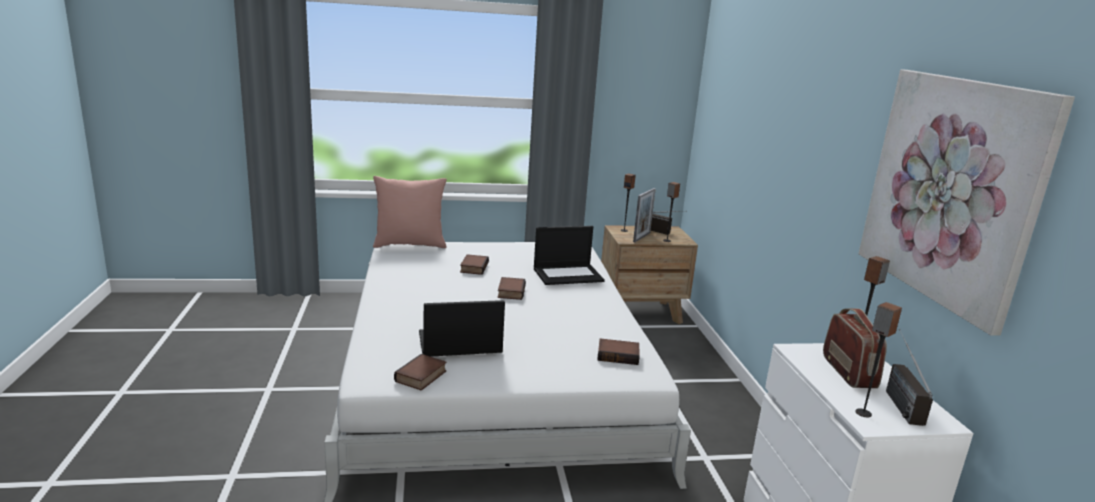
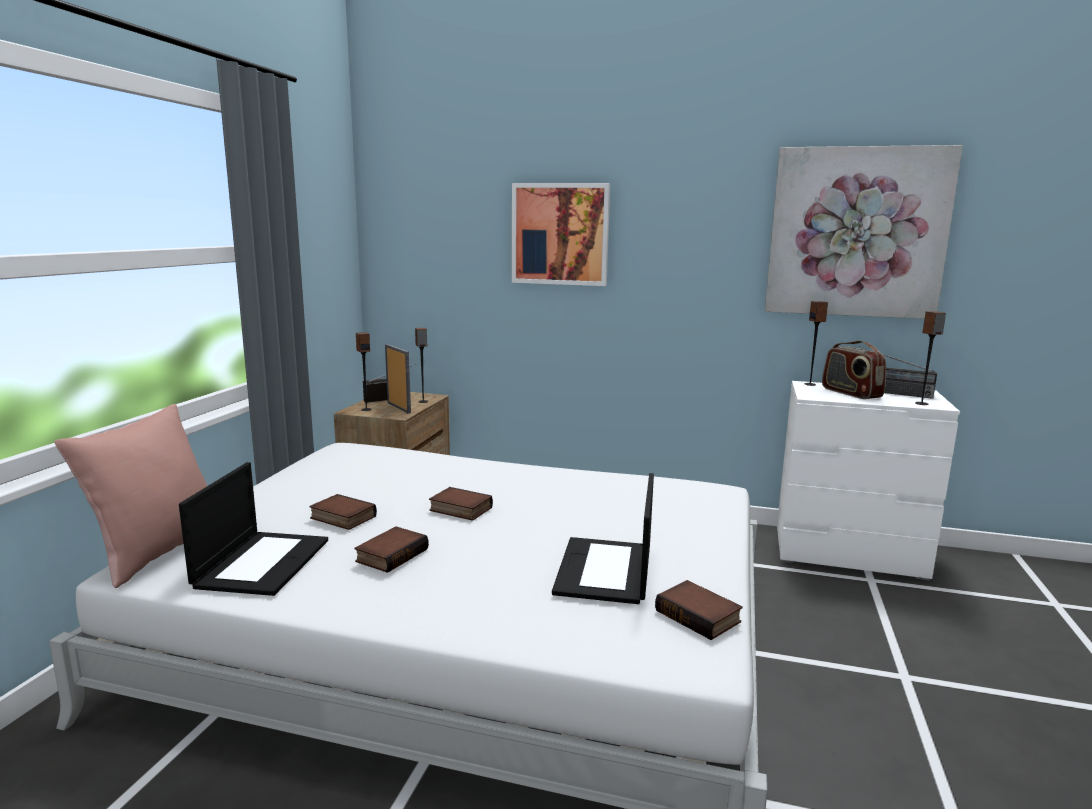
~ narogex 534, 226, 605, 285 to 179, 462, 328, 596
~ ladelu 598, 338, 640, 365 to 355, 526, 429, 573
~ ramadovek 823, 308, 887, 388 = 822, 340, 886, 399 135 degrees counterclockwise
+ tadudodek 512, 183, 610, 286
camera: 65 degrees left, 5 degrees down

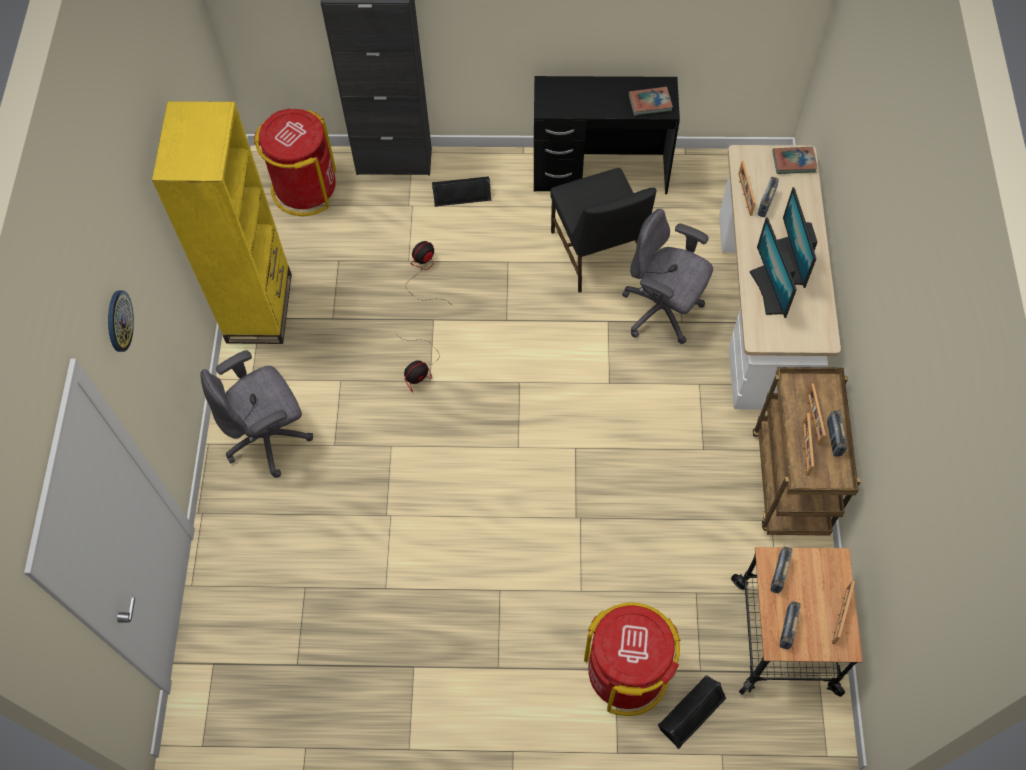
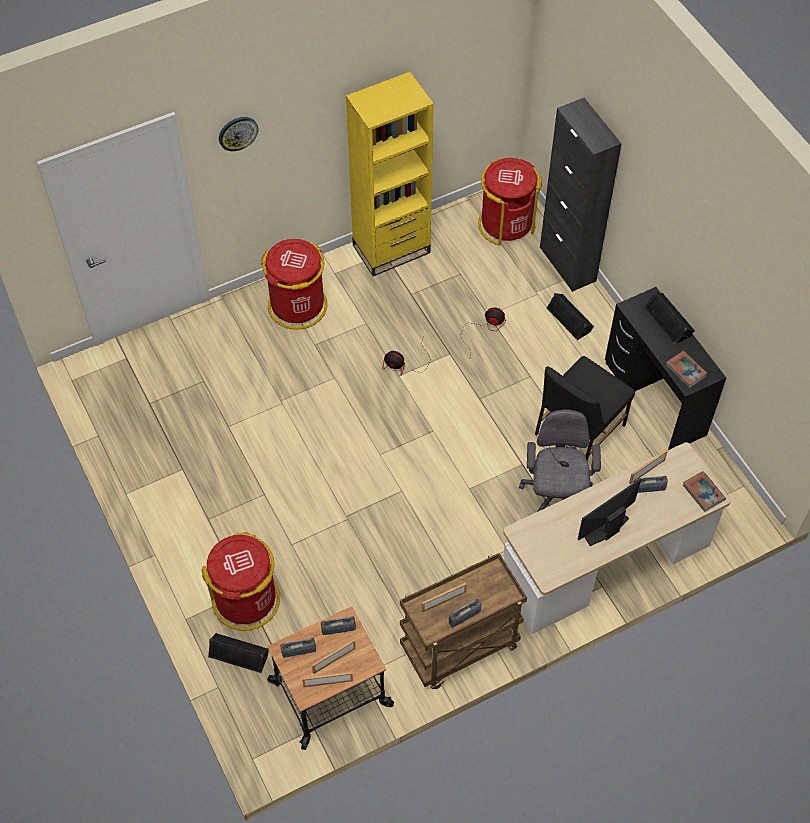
~ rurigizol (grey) 200, 350, 313, 478 to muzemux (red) 261, 239, 328, 330
- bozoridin 750, 217, 797, 318
~ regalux 807, 383, 826, 445 to 312, 639, 356, 674
+ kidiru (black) 644, 291, 695, 345
camera: 60 degrees right, 5 degrees down

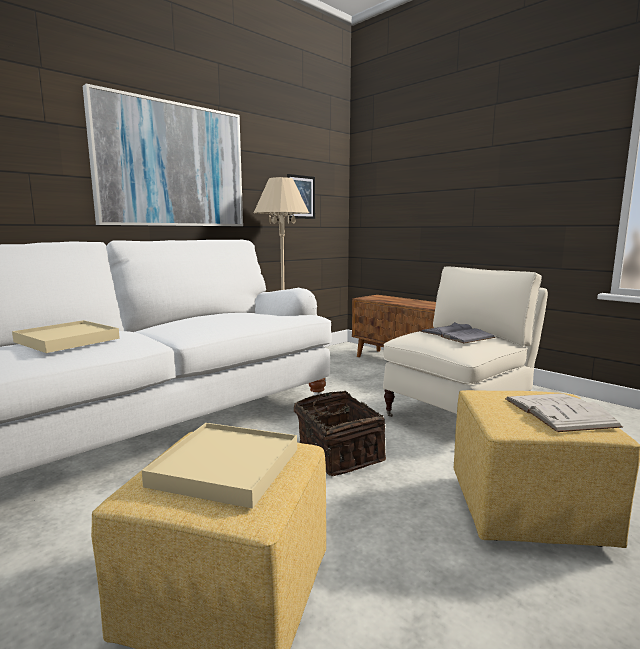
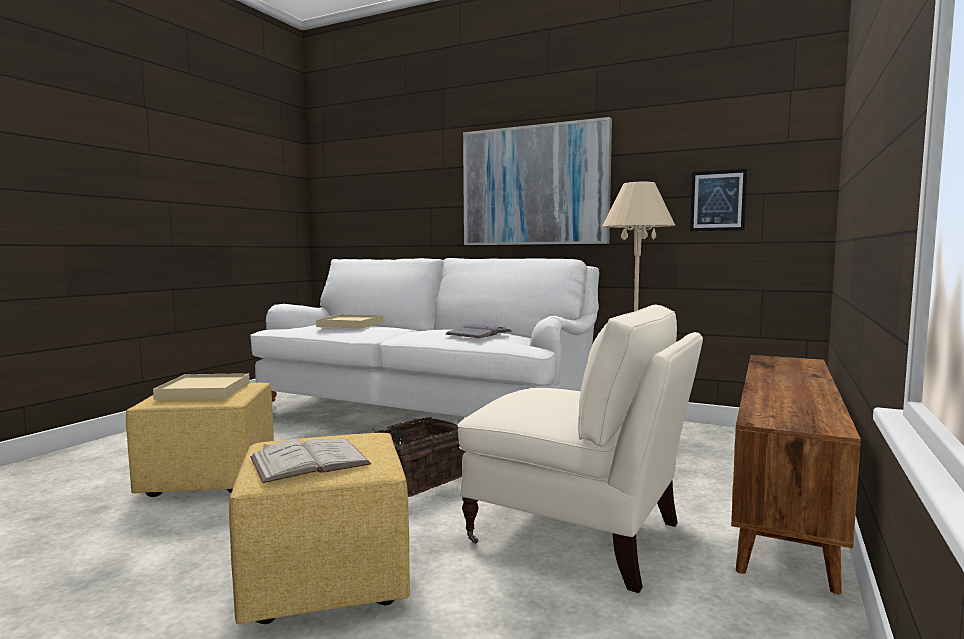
~ ladelu (grey) 420, 322, 496, 343 to 445, 324, 512, 338
camera: 70 degrees right, 5 degrees down

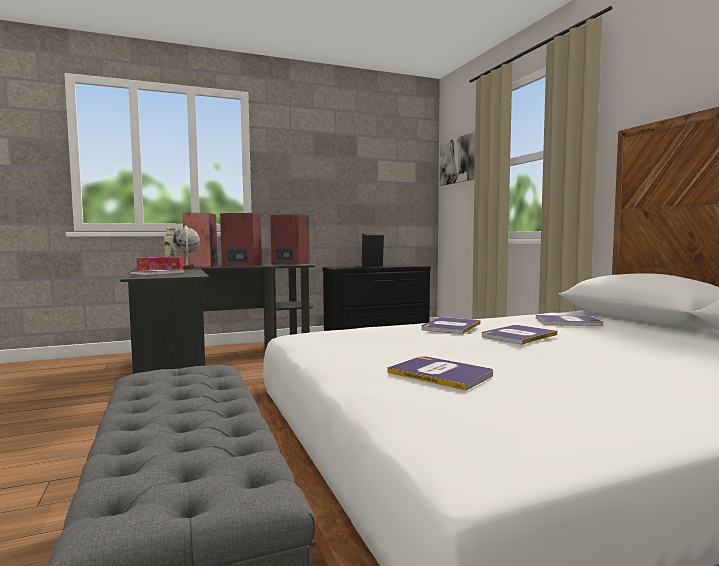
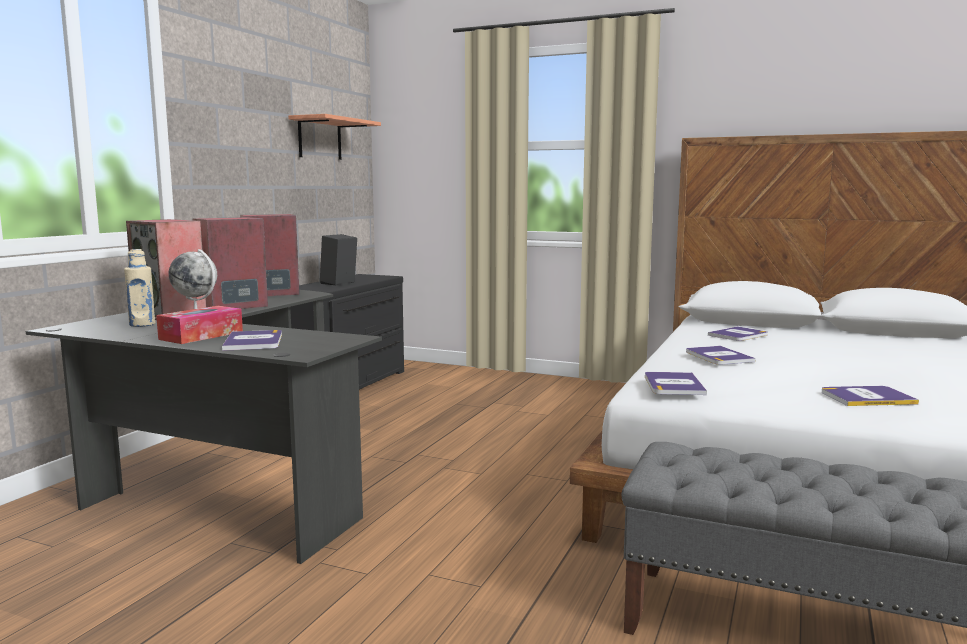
- tadudodek 440, 132, 475, 186
~ ladelu 482, 325, 557, 345 to 645, 372, 707, 395
+ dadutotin 288, 114, 381, 160
camera: 45 degrees left, 5 degrees up

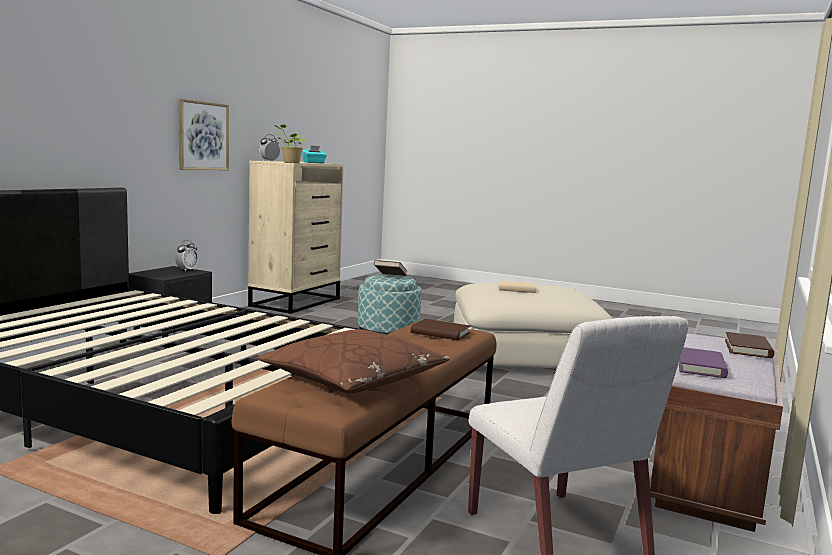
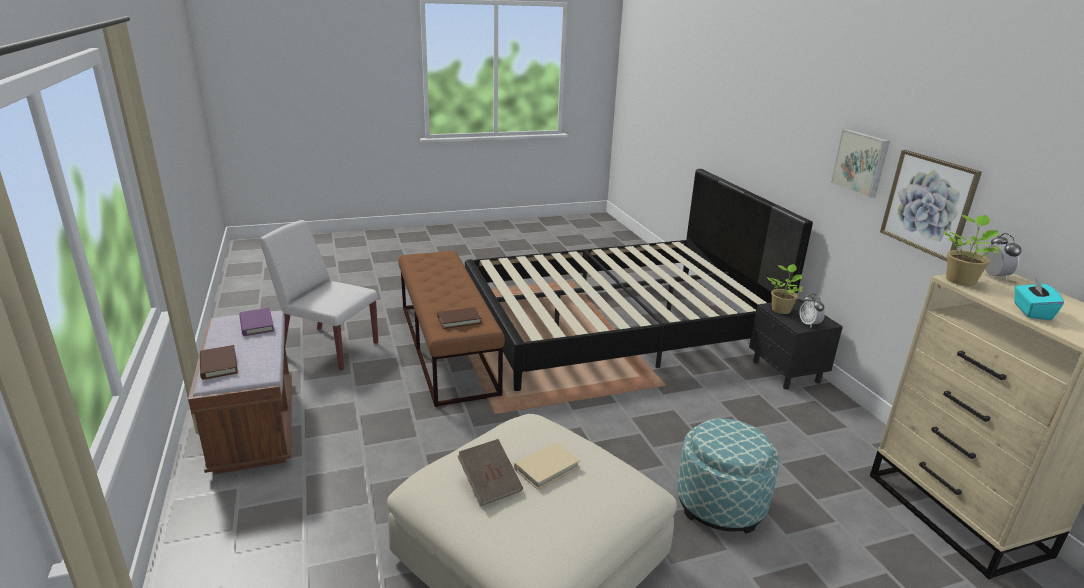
- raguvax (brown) 257, 329, 450, 393
~ ladelu (brown) 374, 260, 407, 276 to 458, 439, 523, 506
+ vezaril 767, 264, 803, 314
+ tadudodek 831, 129, 890, 198
camera: 135 degrees right, 15 degrees up

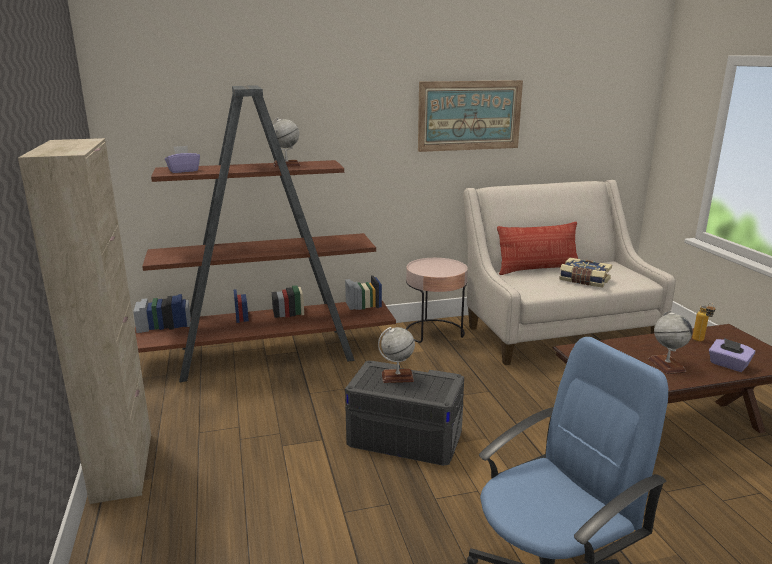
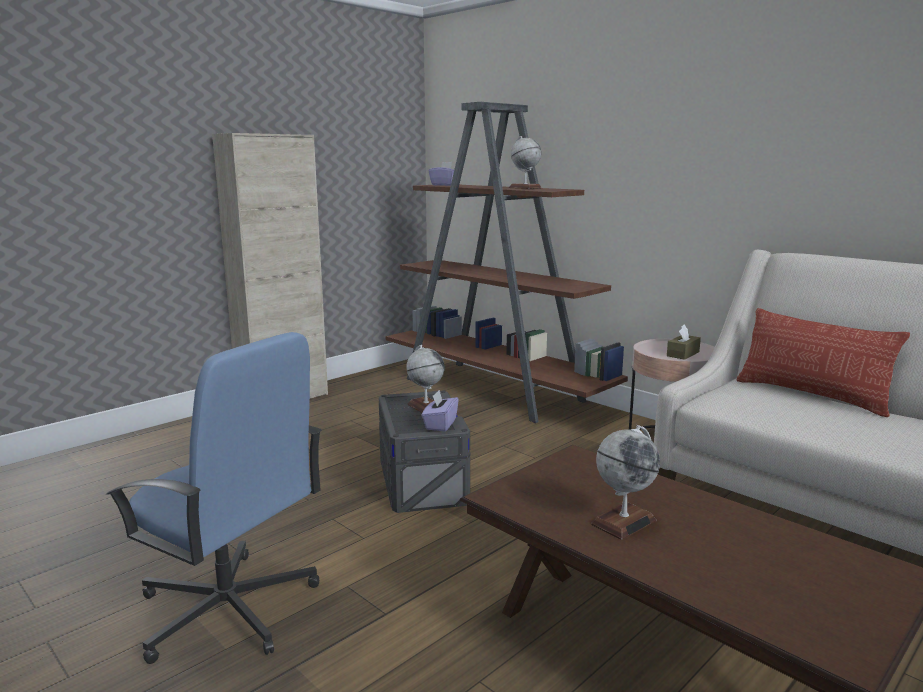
- tadudodek 418, 80, 523, 152
- ladelu 559, 258, 612, 288
- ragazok 692, 303, 715, 342
~ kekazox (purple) 709, 338, 755, 372 to 422, 390, 459, 431
+ kekazox (brown) 667, 324, 701, 360
camera: 60 degrees right, 5 degrees down

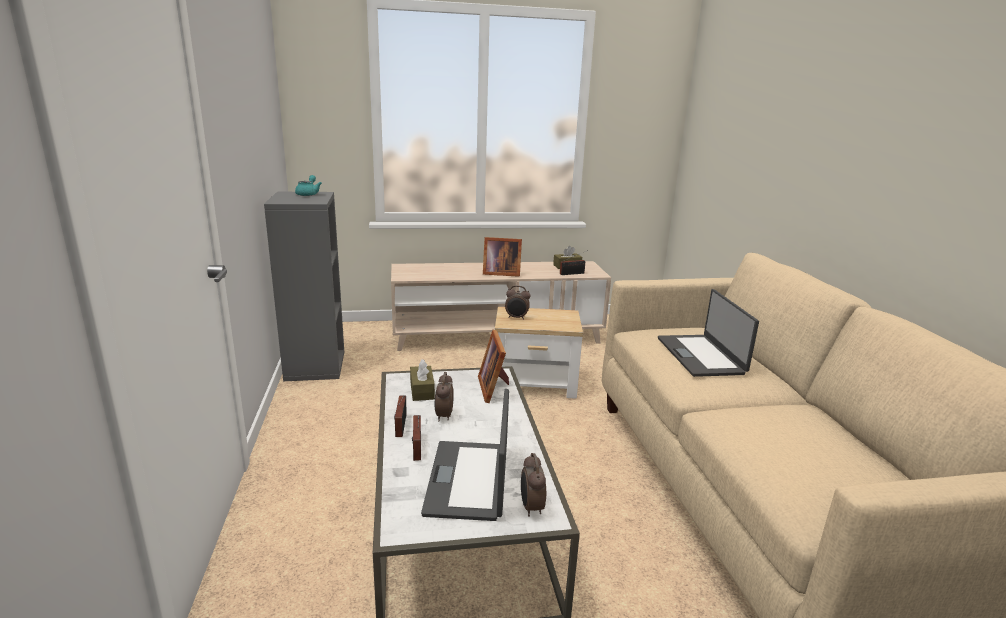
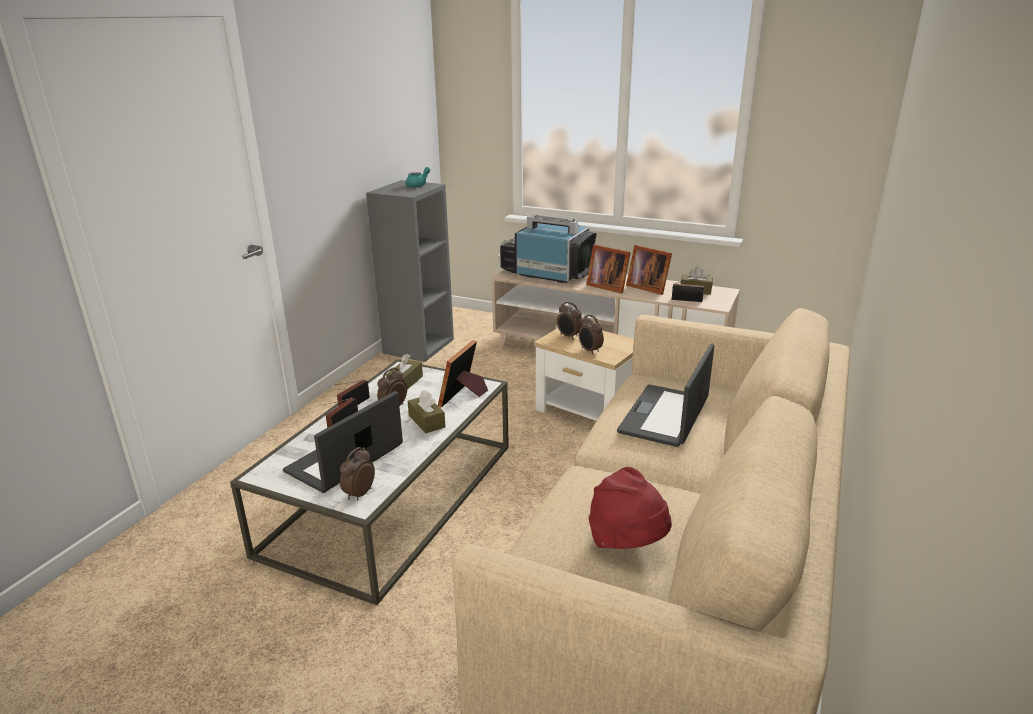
+ kekazox (brown) 408, 390, 445, 433
+ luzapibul 498, 215, 597, 283
+ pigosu 579, 315, 604, 354
+ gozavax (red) 589, 467, 672, 549
+ regalux 626, 245, 672, 295
camera: 35 degrees right, 5 degrees up

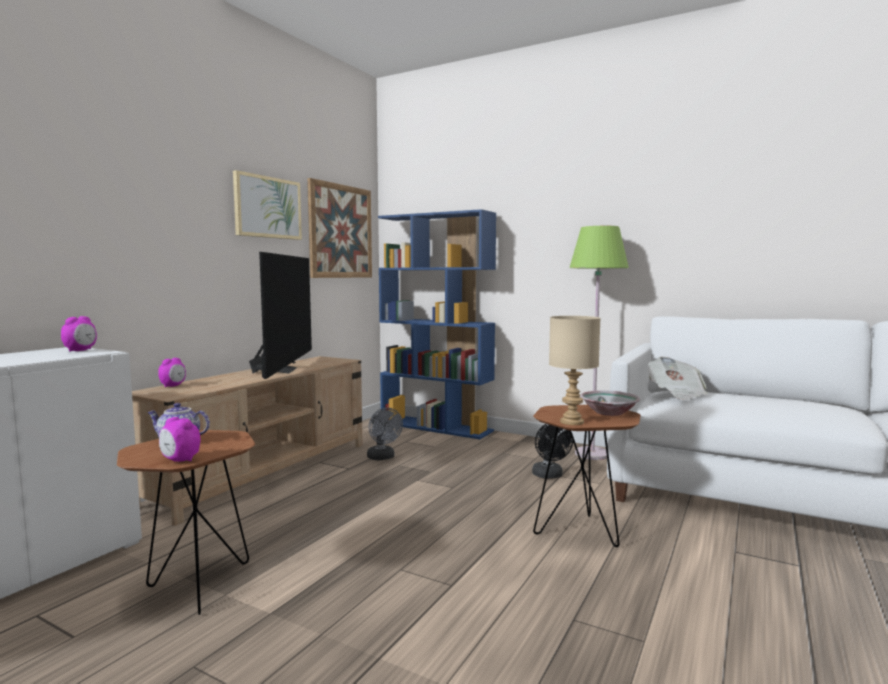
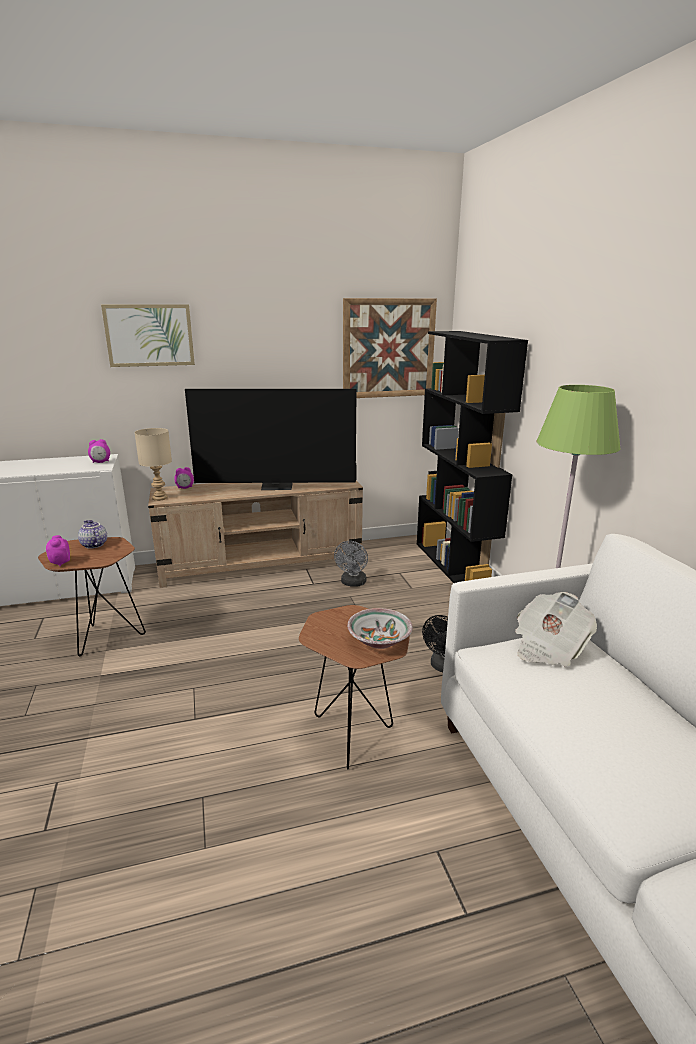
~ tadudodek 233, 170, 302, 240 to 101, 304, 195, 367
~ luzapibul 249, 252, 312, 379 = 185, 389, 357, 490 45 degrees clockwise
~ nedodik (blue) 378, 209, 496, 439 to nedodik (black) 417, 331, 528, 583
~ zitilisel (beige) 549, 316, 600, 425 to 134, 428, 172, 501
camera: 45 degrees right, 15 degrees up

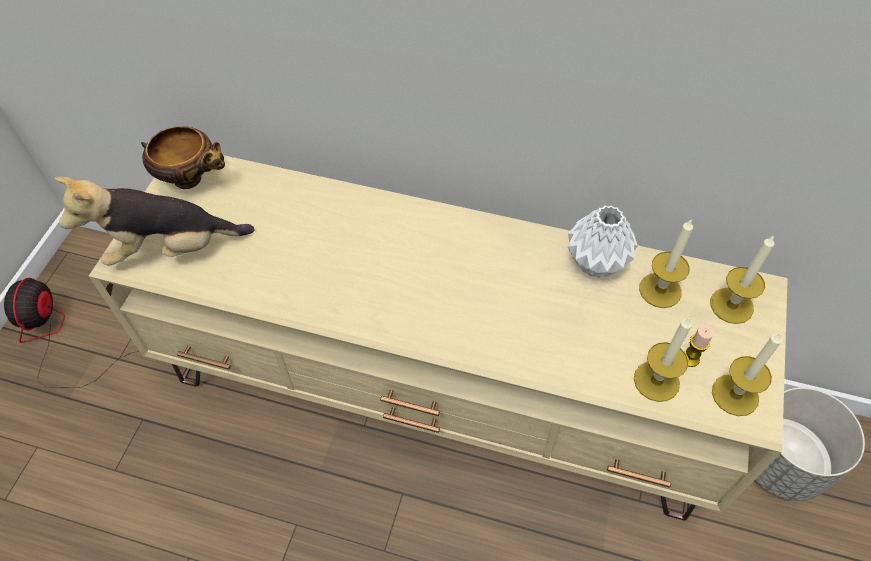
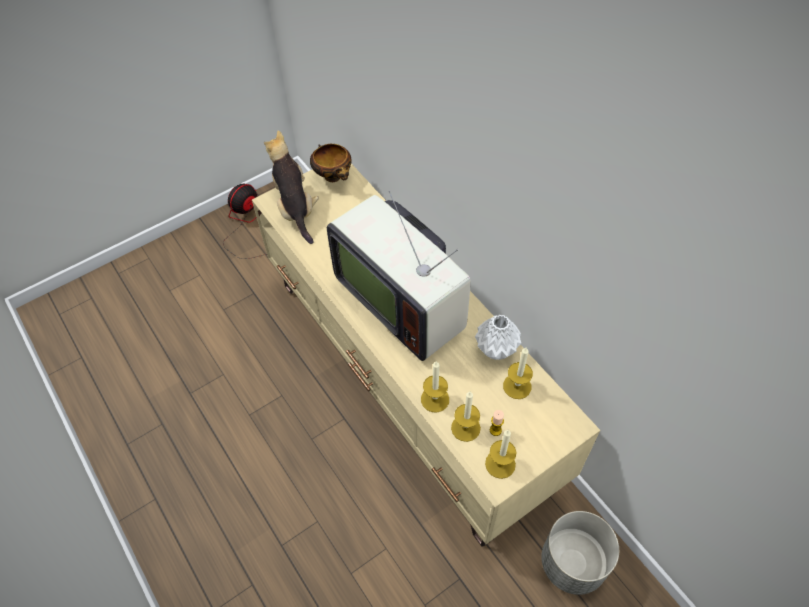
~ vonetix 55, 177, 255, 266 = 264, 130, 319, 244 45 degrees clockwise
~ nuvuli 710, 235, 774, 324 to 421, 361, 449, 412
+ luzapibul 327, 191, 471, 361
camera: 40 degrees right, 0 degrees up

